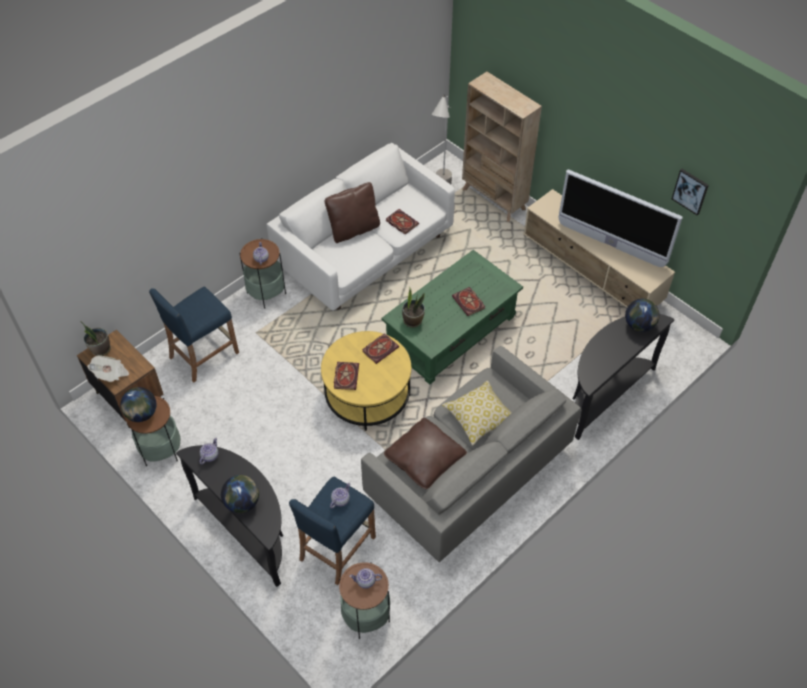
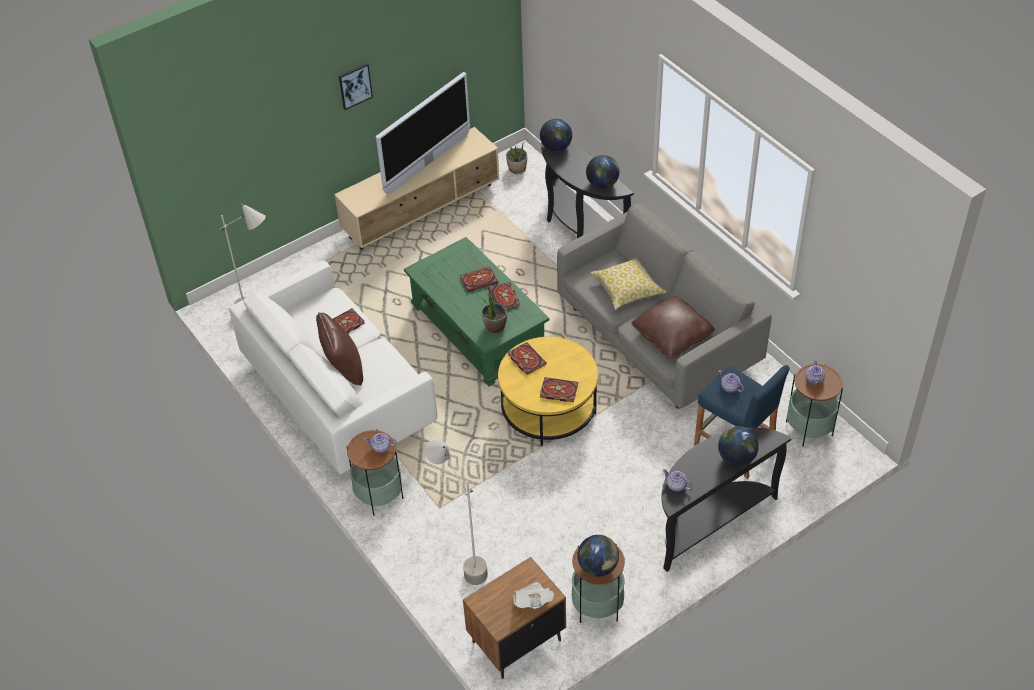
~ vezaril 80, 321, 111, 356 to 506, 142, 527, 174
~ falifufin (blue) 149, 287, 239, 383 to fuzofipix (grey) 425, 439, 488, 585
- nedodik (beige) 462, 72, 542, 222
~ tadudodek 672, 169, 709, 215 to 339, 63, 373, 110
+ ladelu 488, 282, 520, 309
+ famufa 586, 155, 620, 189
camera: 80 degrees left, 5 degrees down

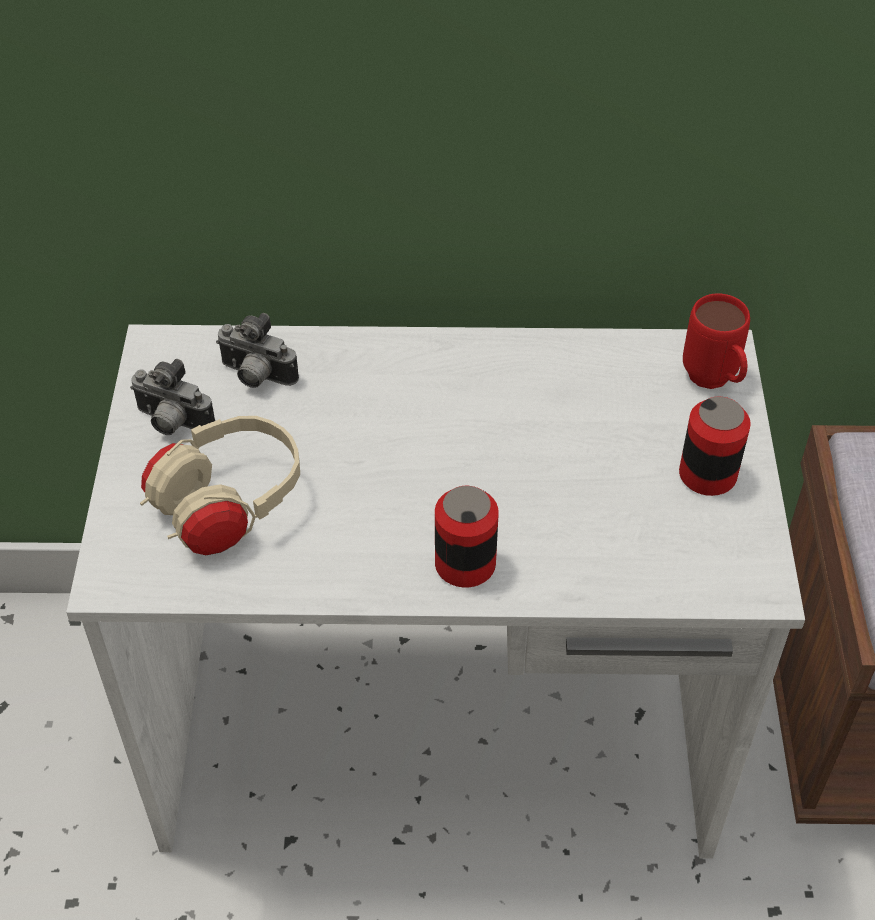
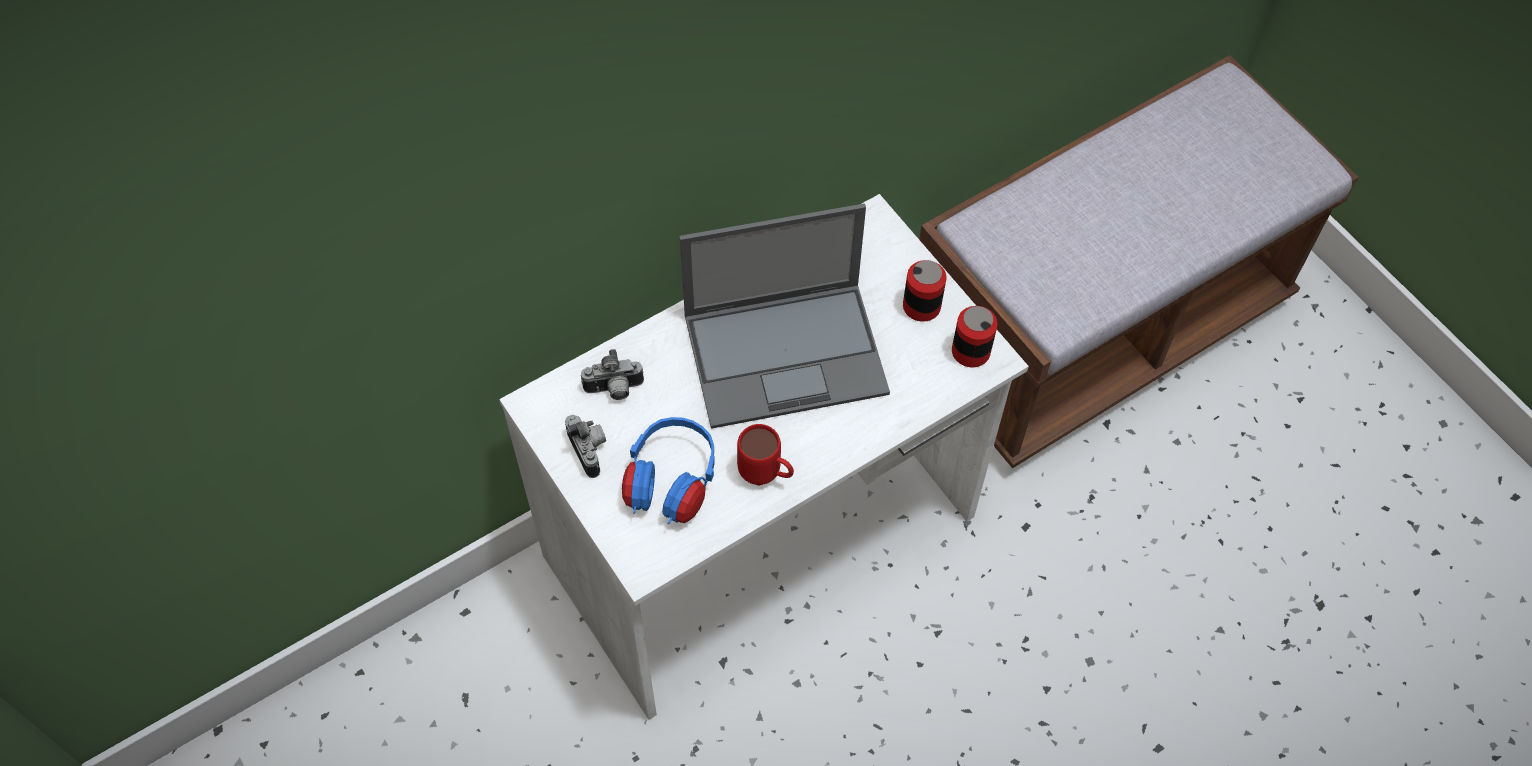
~ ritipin 130, 359, 215, 435 = 565, 415, 606, 478 105 degrees counterclockwise
~ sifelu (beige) 140, 416, 300, 555 to sifelu (blue) 622, 417, 715, 524
~ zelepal 435, 486, 499, 587 to 952, 306, 998, 367
~ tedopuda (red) 683, 293, 750, 389 to 737, 424, 794, 485
+ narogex 680, 203, 890, 429
camera: 35 degrees left, 10 degrees up

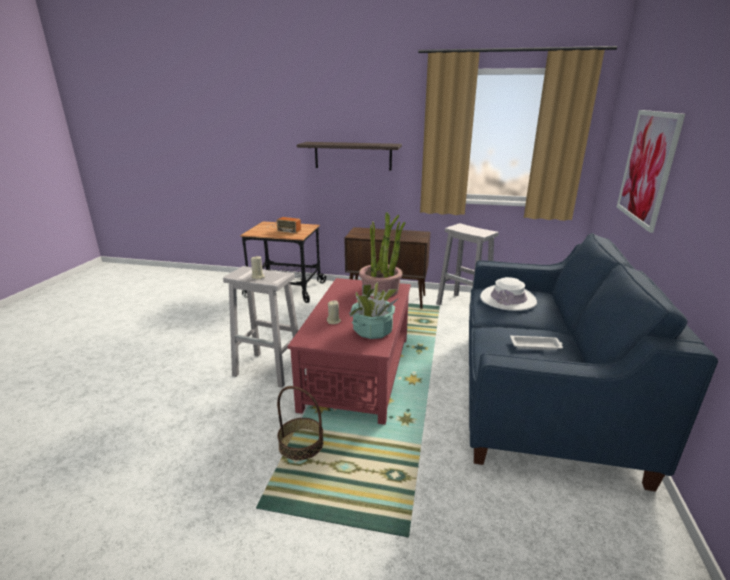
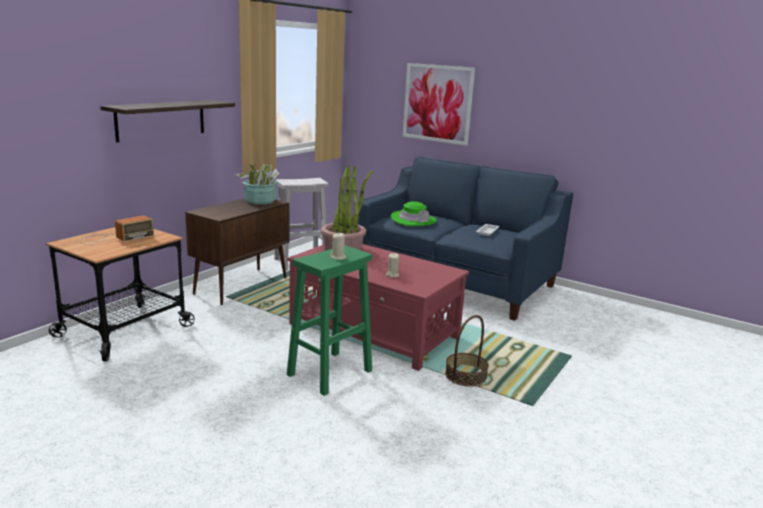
~ falifufin (white) 223, 266, 299, 388 to falifufin (green) 287, 245, 372, 396
~ vezaril 349, 282, 399, 339 to 236, 164, 279, 205
~ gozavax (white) 480, 277, 537, 311 to gozavax (green) 391, 201, 437, 226
camera: 70 degrees left, 5 degrees down

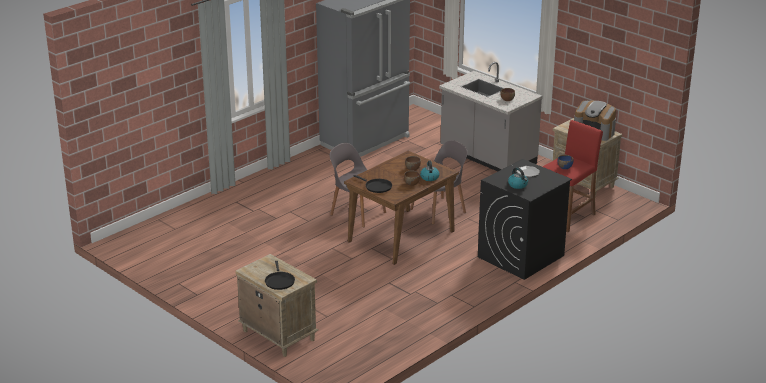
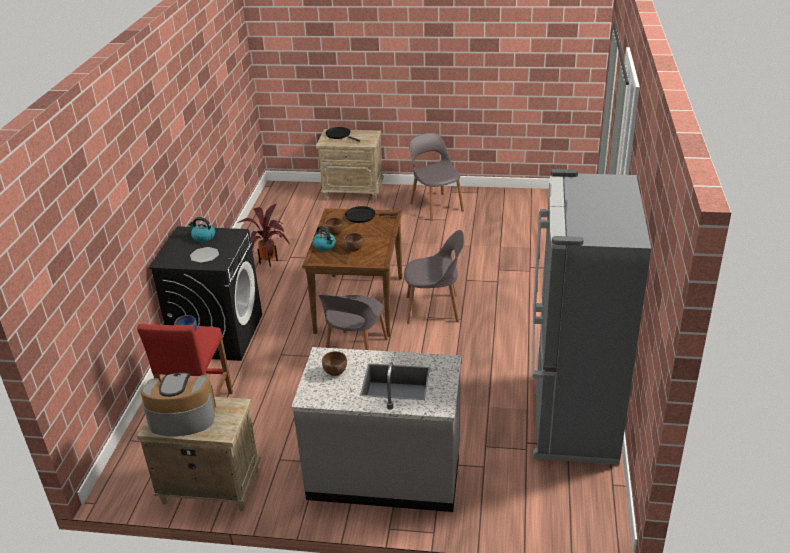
+ vezaril 238, 204, 290, 267
+ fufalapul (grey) 409, 133, 464, 221
camera: 145 degrees right, 5 degrees up

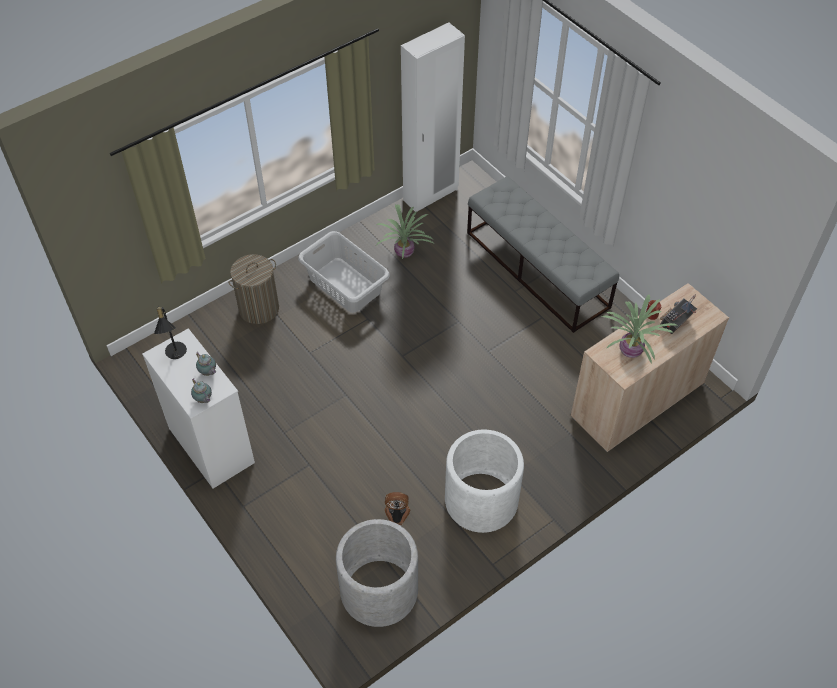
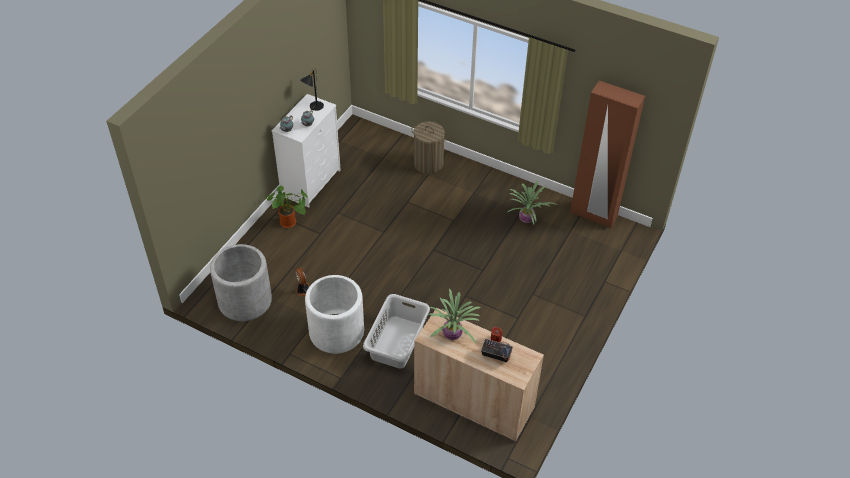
~ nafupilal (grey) 298, 231, 390, 313 to 363, 294, 430, 369
~ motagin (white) 401, 22, 465, 212 to motagin (brown) 570, 80, 645, 228
- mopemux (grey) 467, 176, 619, 333
+ vezaril 264, 186, 308, 228
camera: 65 degrees right, 5 degrees down

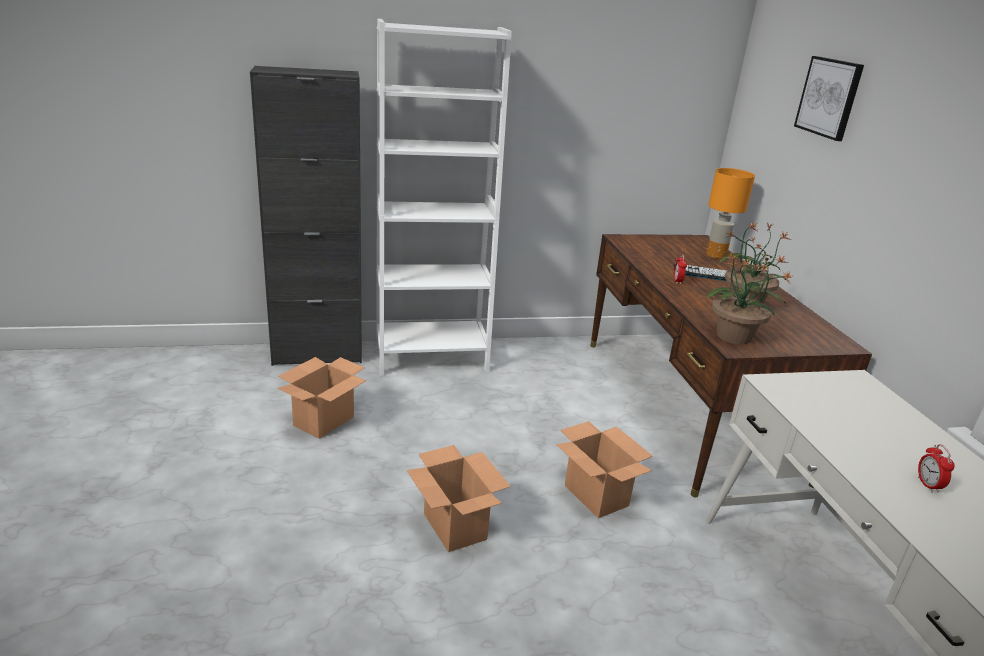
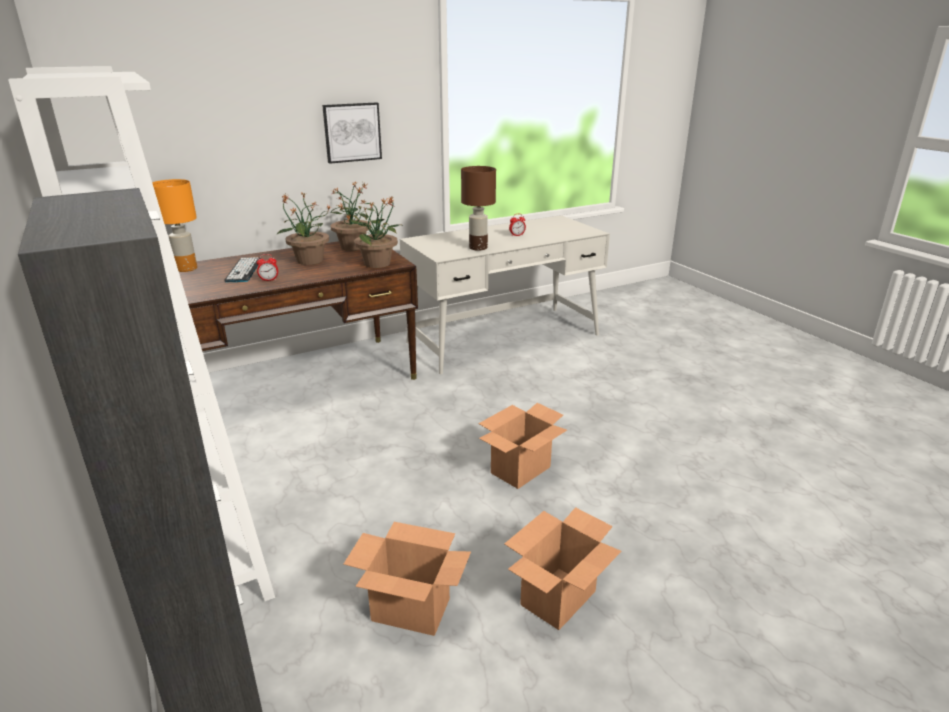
~ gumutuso 556, 421, 653, 518 to 504, 507, 622, 630
~ tadudodek 794, 56, 864, 141 to 322, 102, 382, 164
+ vezaril 331, 182, 376, 251
+ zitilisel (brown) 461, 166, 496, 251
camera: 105 degrees left, 0 degrees up

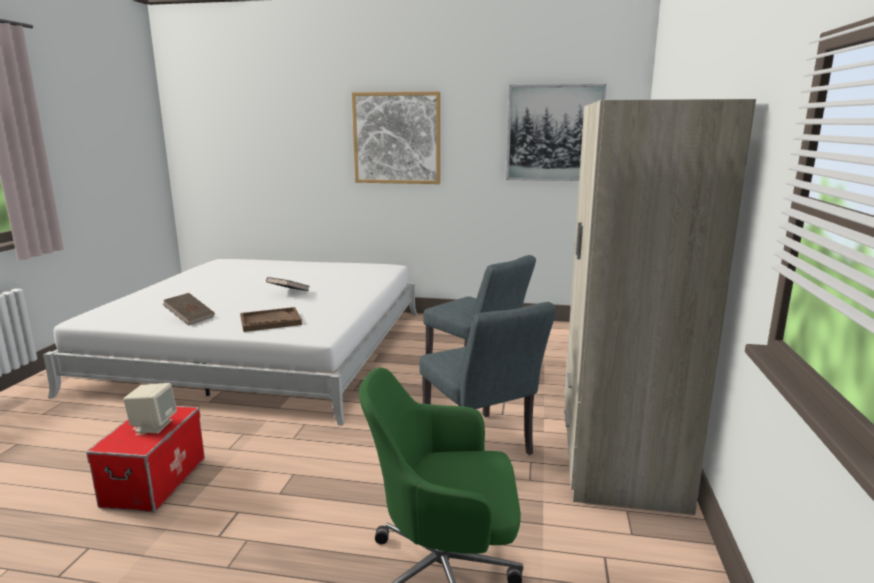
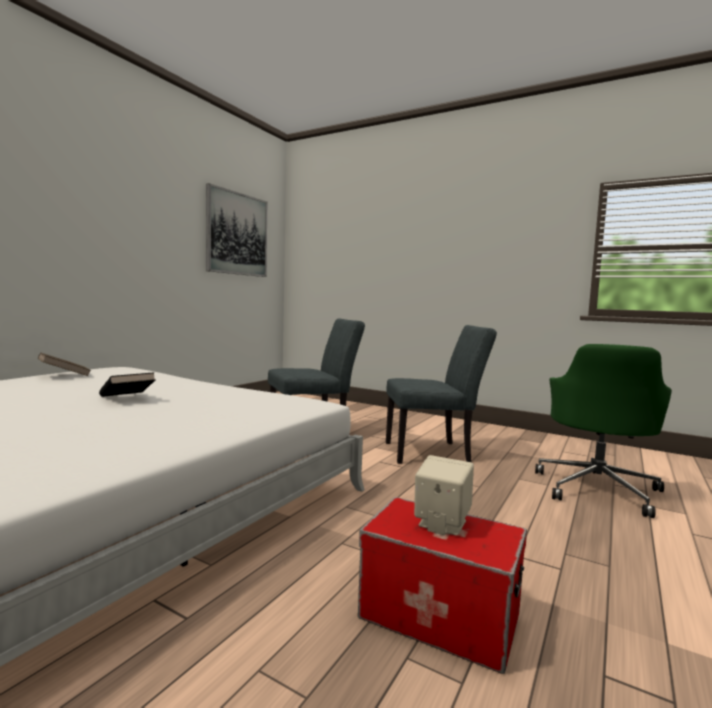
~ ladelu (brown) 163, 293, 215, 325 to 38, 352, 91, 376
- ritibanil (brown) 240, 307, 302, 332
- tadudodek 352, 92, 440, 184
- motagin (beige) 565, 99, 756, 515
camera: 70 degrees left, 10 degrees down

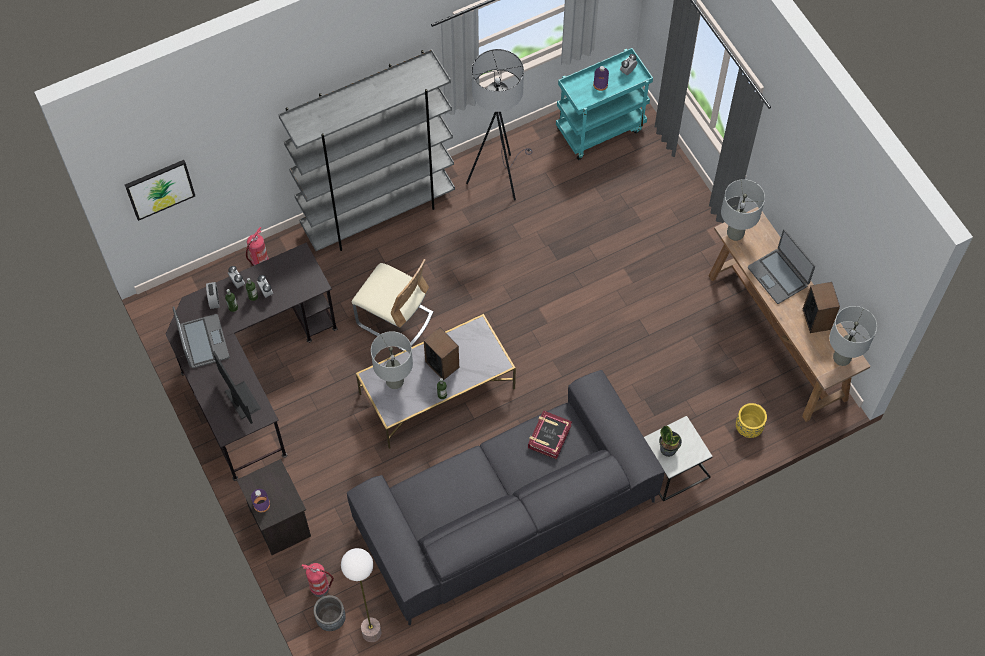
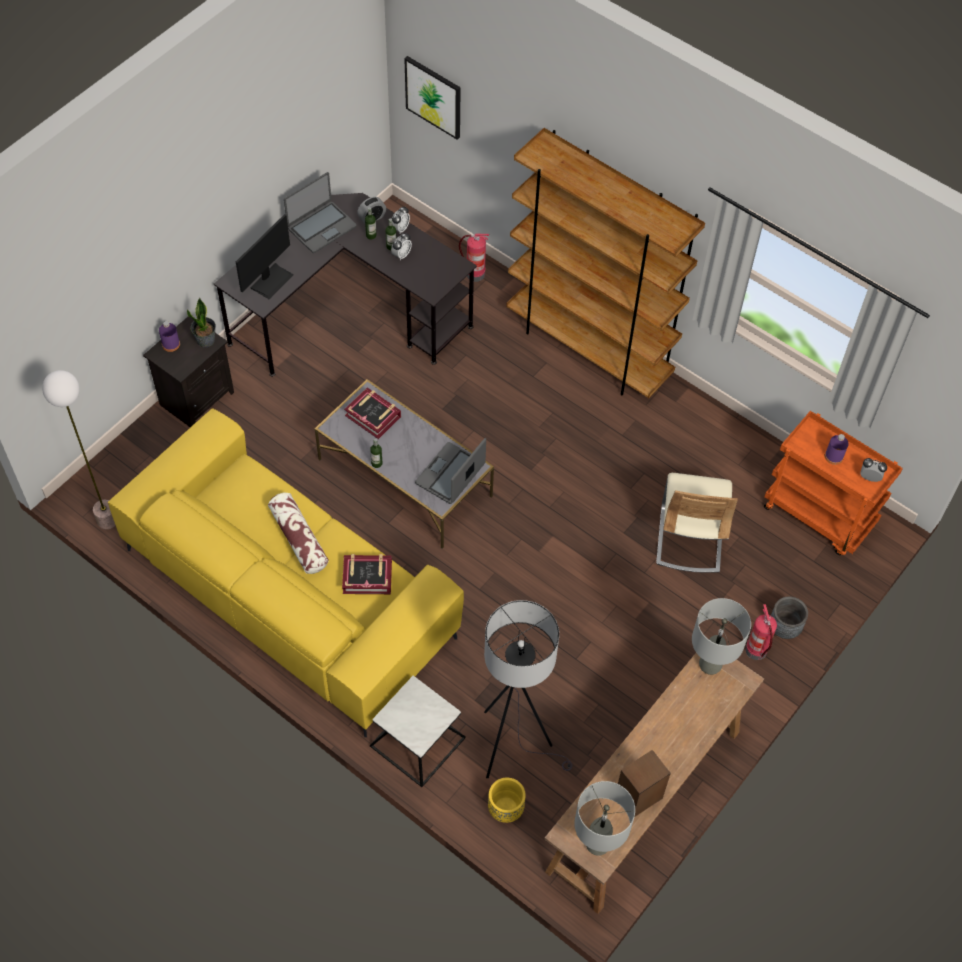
~ nedodik (grey) 278, 49, 455, 251 to nedodik (brown) 506, 128, 705, 398
~ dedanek 302, 563, 334, 597 to 745, 604, 777, 660
~ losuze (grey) 314, 595, 346, 631 to 771, 596, 808, 639
~ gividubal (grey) 347, 370, 665, 626 to gividubal (yellow) 108, 409, 464, 737
~ fufalapul (beige) 352, 259, 433, 351 to 656, 473, 738, 573
~ zitilisel (grey) 371, 331, 413, 389 to ladelu 344, 387, 401, 439
- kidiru 424, 328, 459, 380
~ fuzofipix (grey) 466, 49, 533, 201 to 484, 600, 572, 779
~ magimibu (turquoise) 556, 48, 653, 160 to magimibu (orange) 764, 411, 903, 555
~ vezaril 659, 426, 682, 457 to 187, 298, 216, 348
~ narogex 748, 229, 815, 304 to 415, 438, 486, 504
+ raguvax 268, 493, 329, 574
camera: 65 degrees right, 5 degrees down

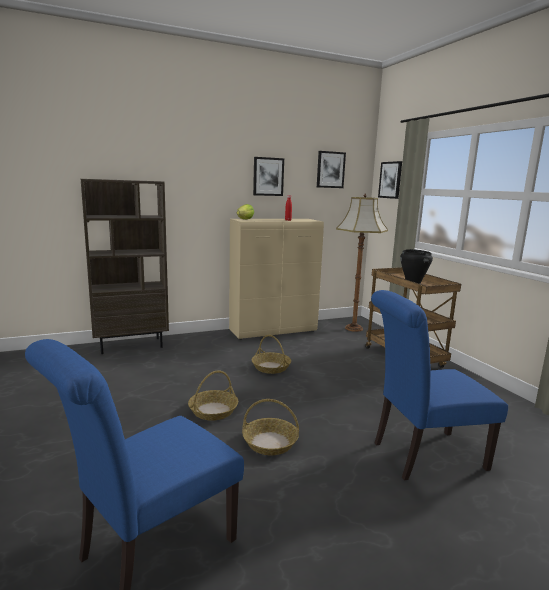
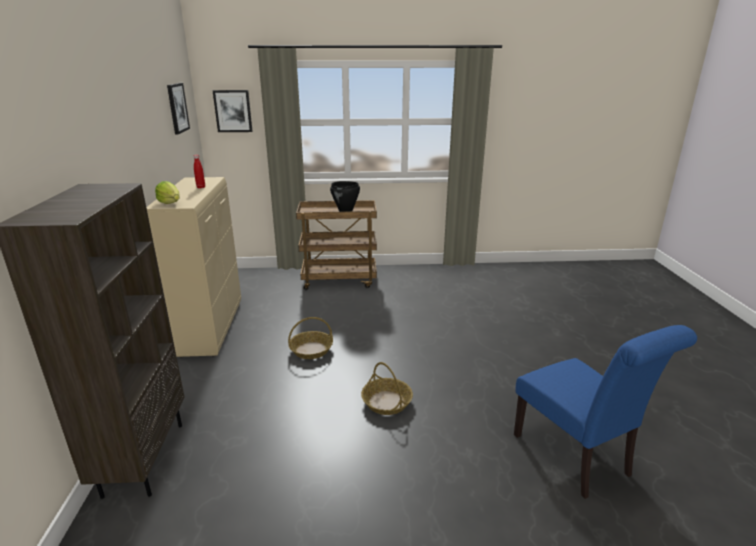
- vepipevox 242, 399, 299, 455
- tadudodek 253, 157, 284, 196
- fuzofipix 336, 193, 388, 332
- fufalapul (blue) 371, 290, 508, 480
camera: 70 degrees left, 10 degrees up

